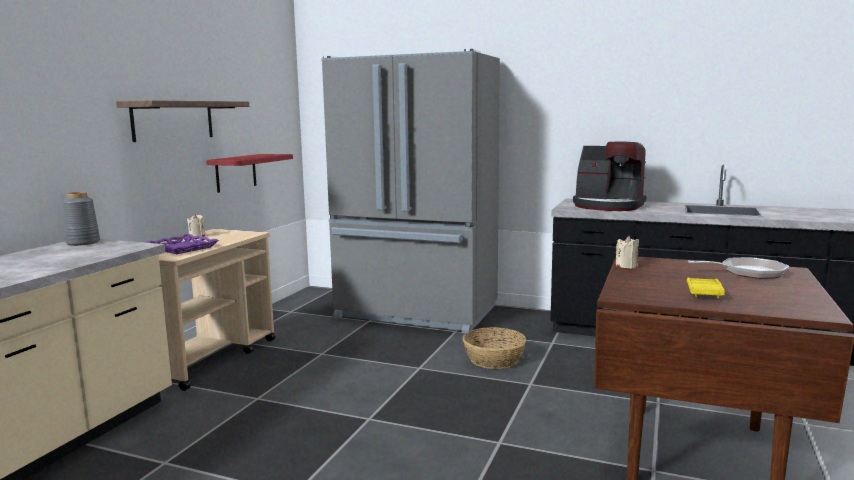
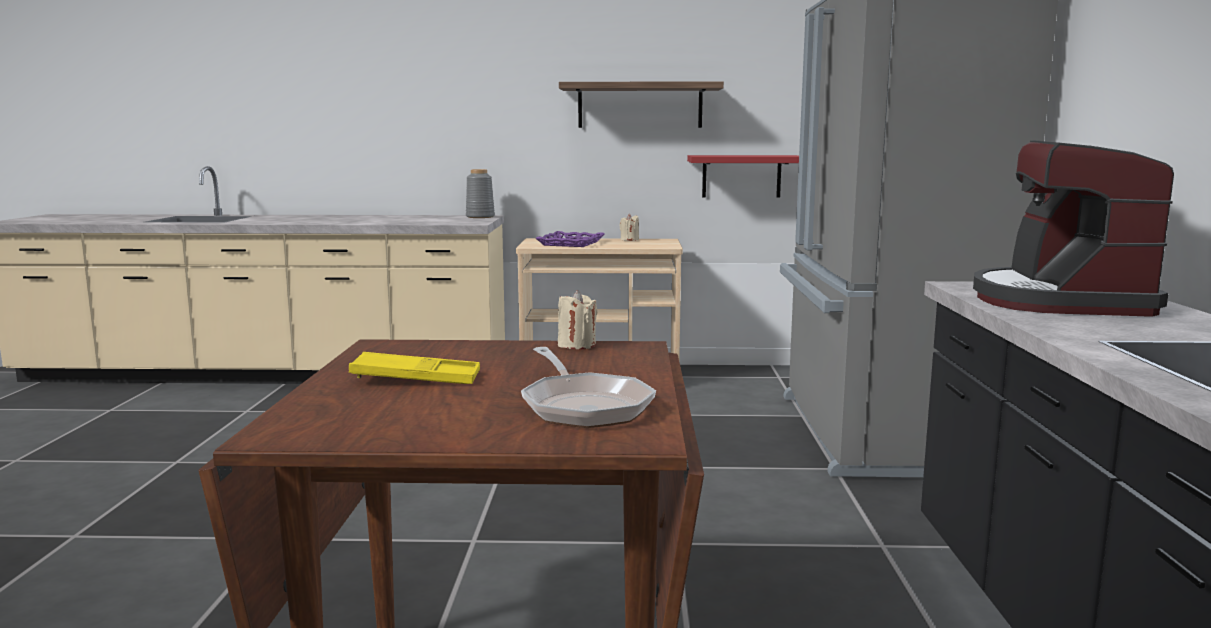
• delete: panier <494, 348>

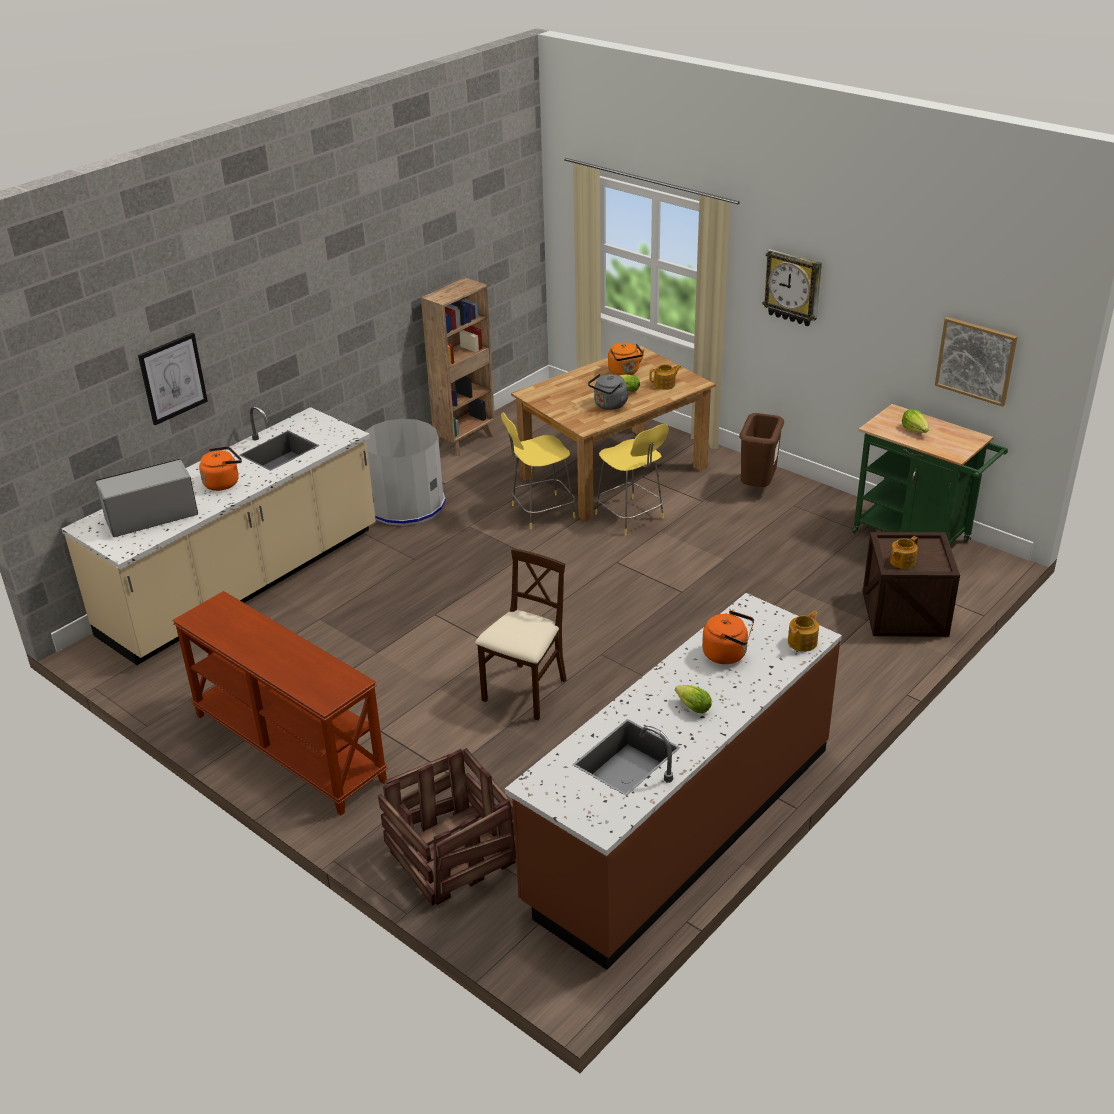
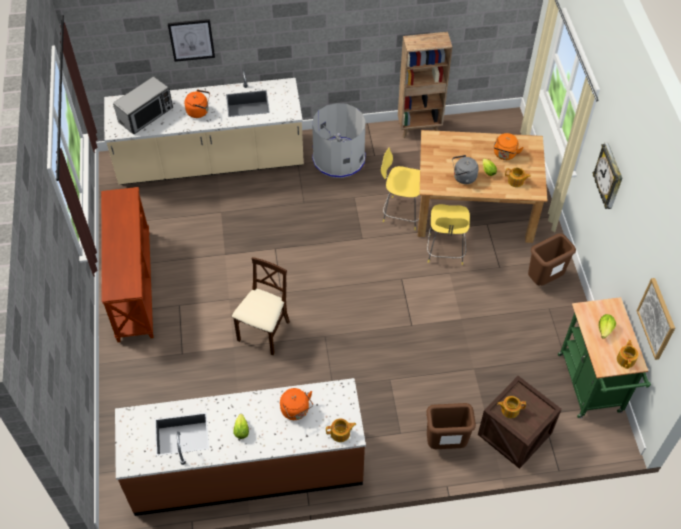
• rotate: micro-ondes <147, 498> = <143, 105> 120 degrees clockwise
• rotate: chaise (beige) <520, 634> = <261, 306> 45 degrees counterclockwise
• delete: caisse <447, 827>
• insert: théière <627, 354>
• insert: poubelle (marron) <451, 426>

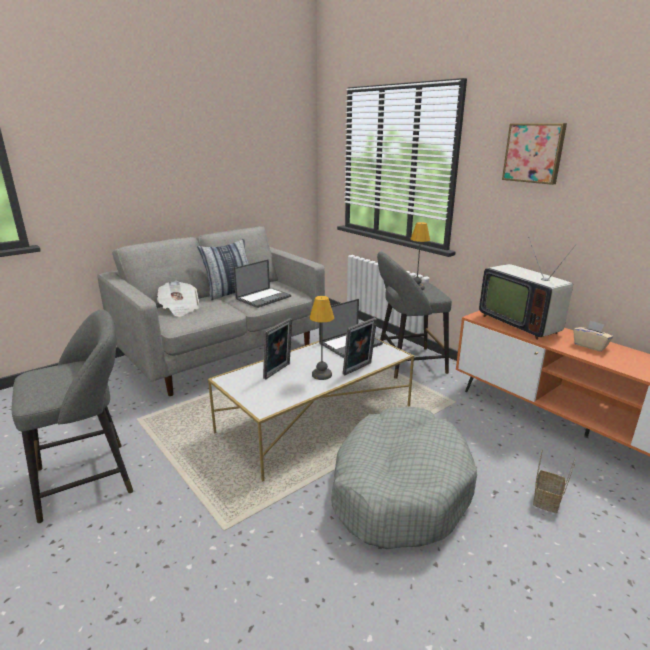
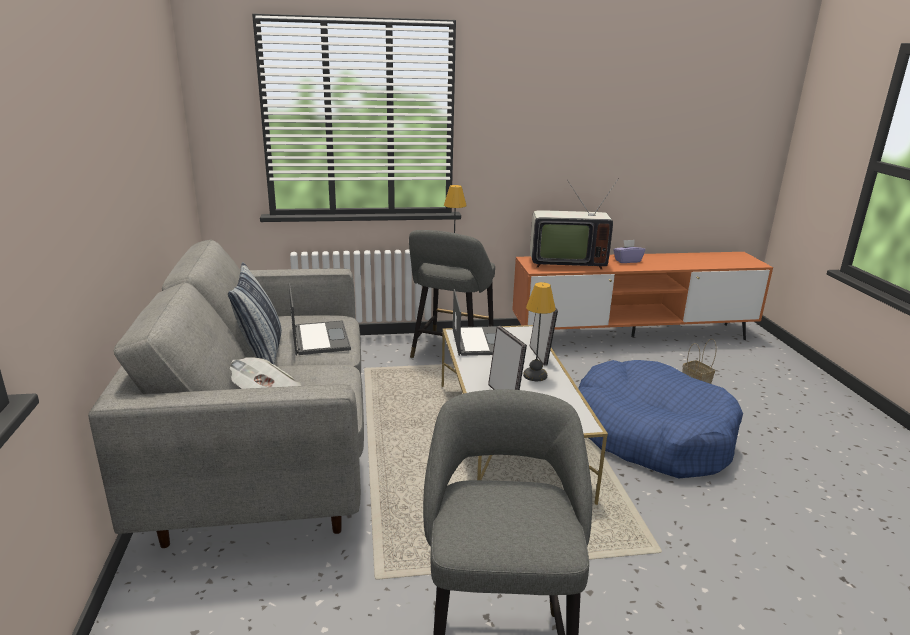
• delete: tableau <534, 154>
• recolor: boîte à mouchoirs (beige) <593, 336> to boîte à mouchoirs (violet) <629, 251>
• recolor: panier pour chien (gris) <404, 478> to panier pour chien (bleu) <660, 419>

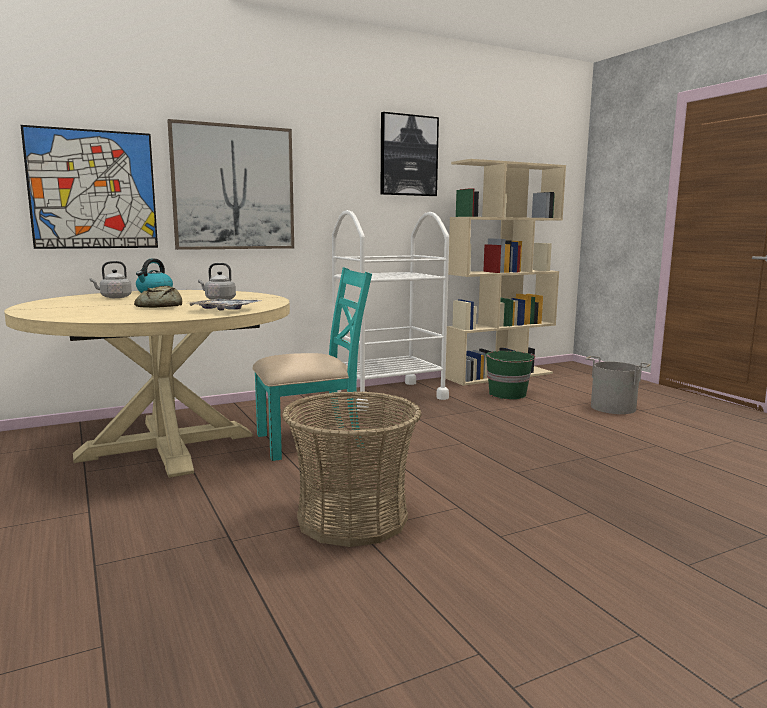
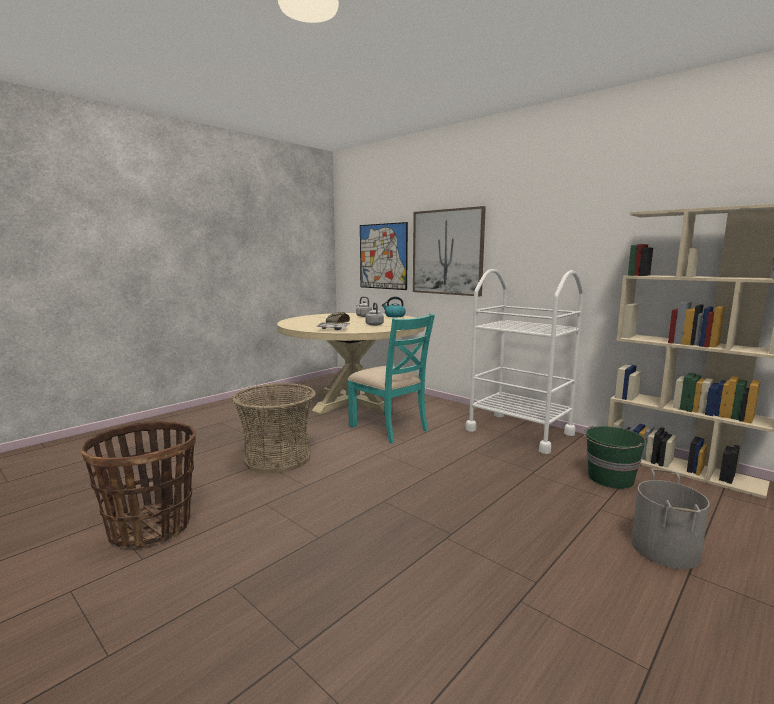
• delete: tableau <410, 154>
• insert: panier <138, 484>

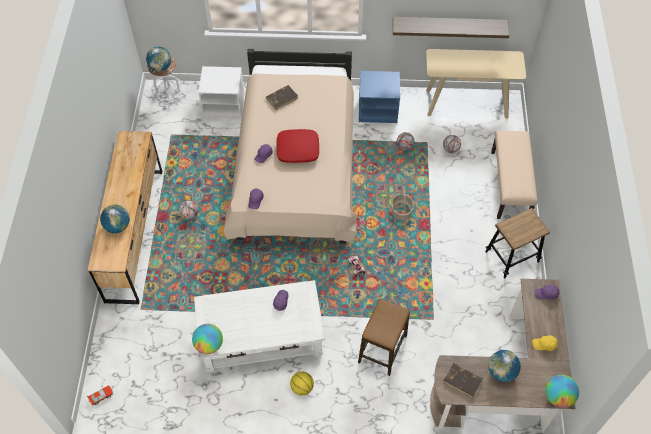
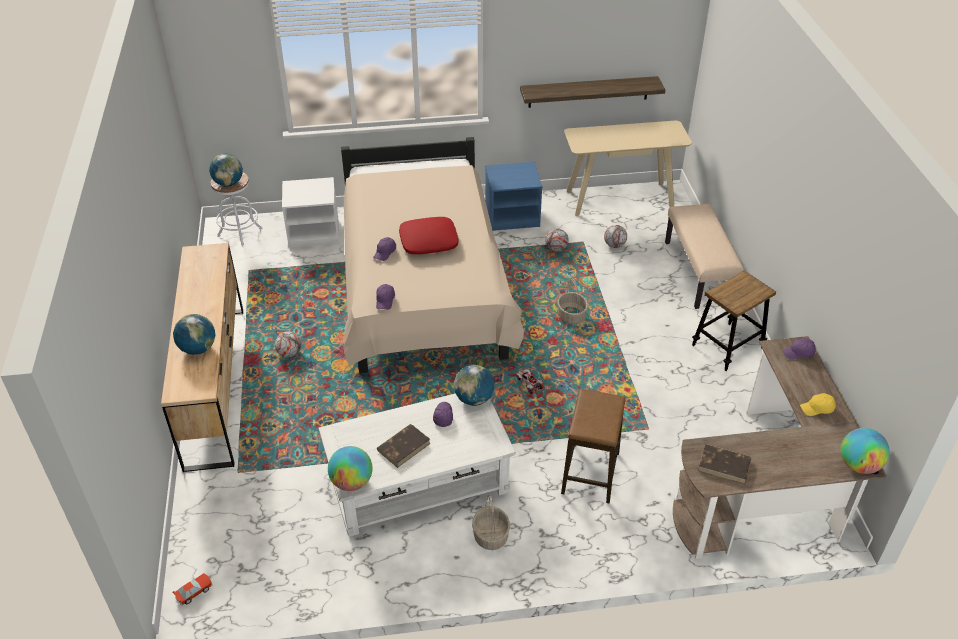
• move: livre (marron) <282, 97> to <403, 446>
• move: globe <504, 366> to <474, 385>
• replace: ballon de basket <302, 383> to panier <491, 522>

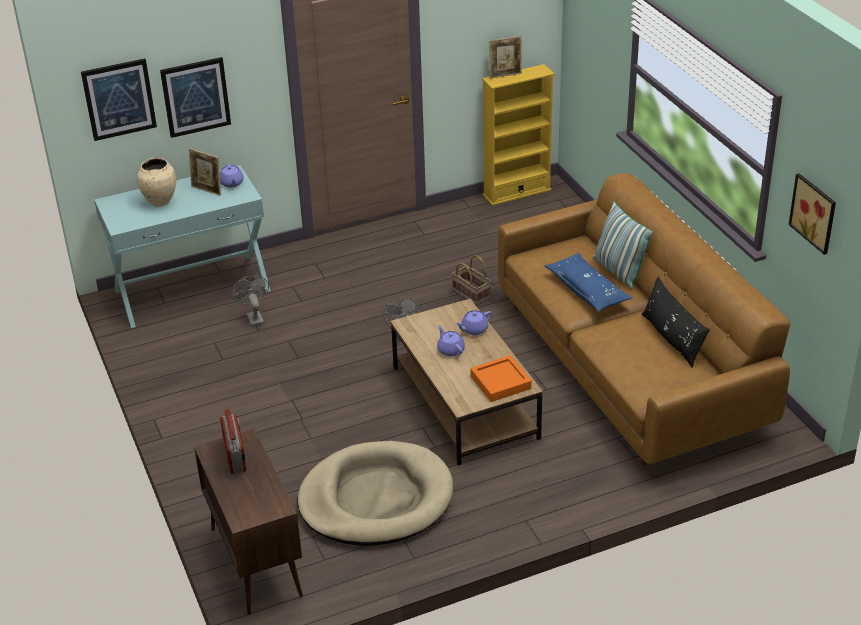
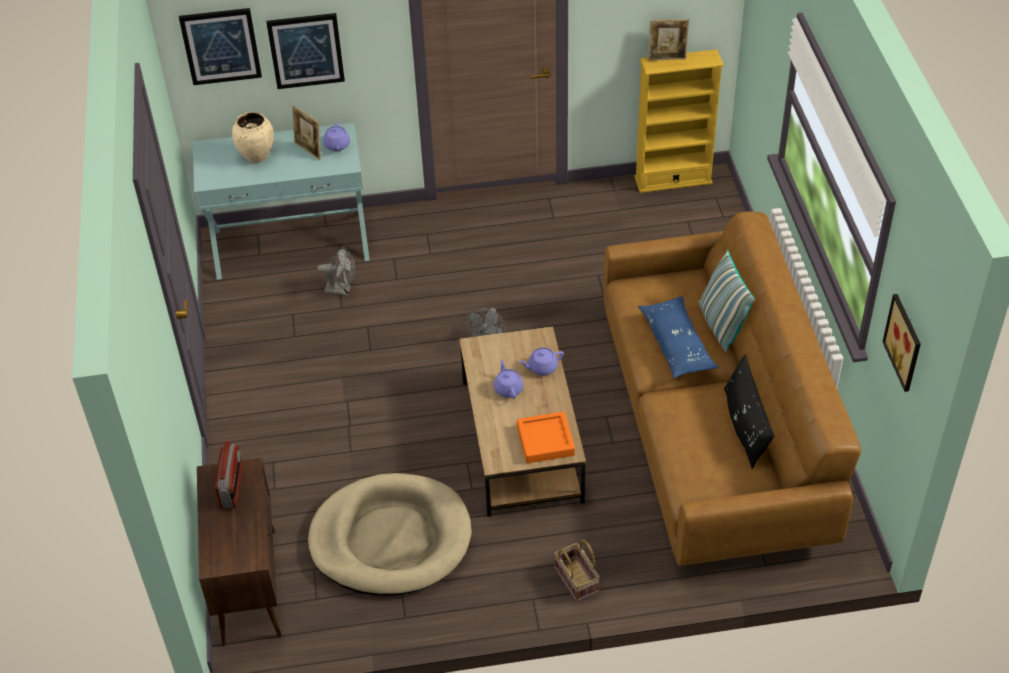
• move: panier <471, 280> to <577, 570>
• rotate: ventilateur (gris) <250, 301> = <336, 271> 105 degrees clockwise

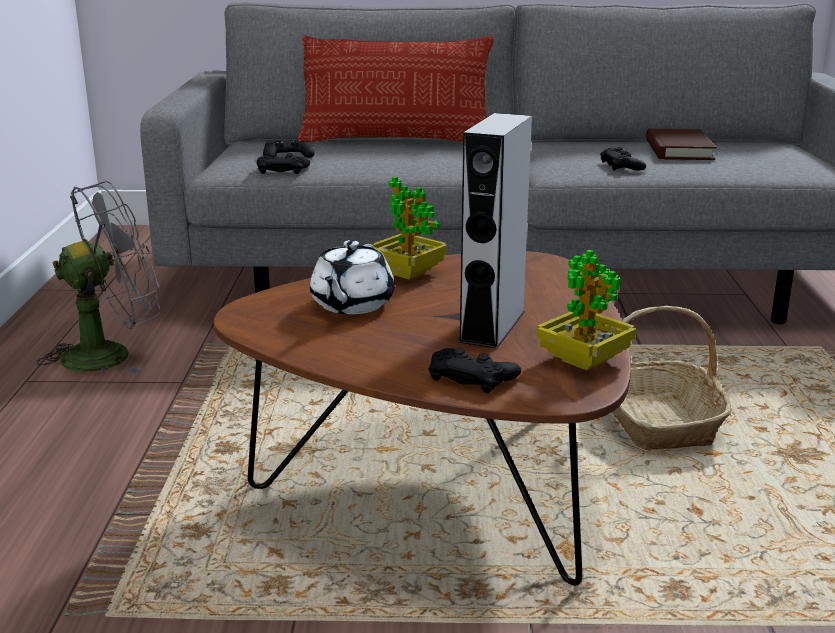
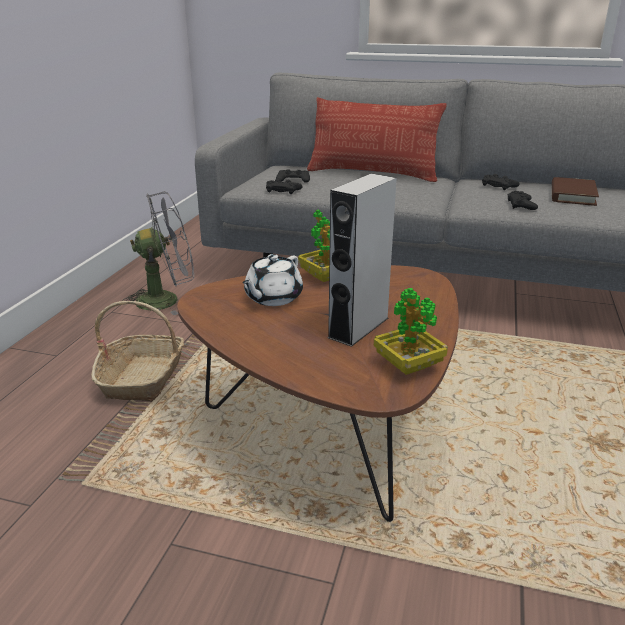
• move: panier <671, 378> to <137, 351>
• move: manette (noir) <475, 371> to <501, 182>

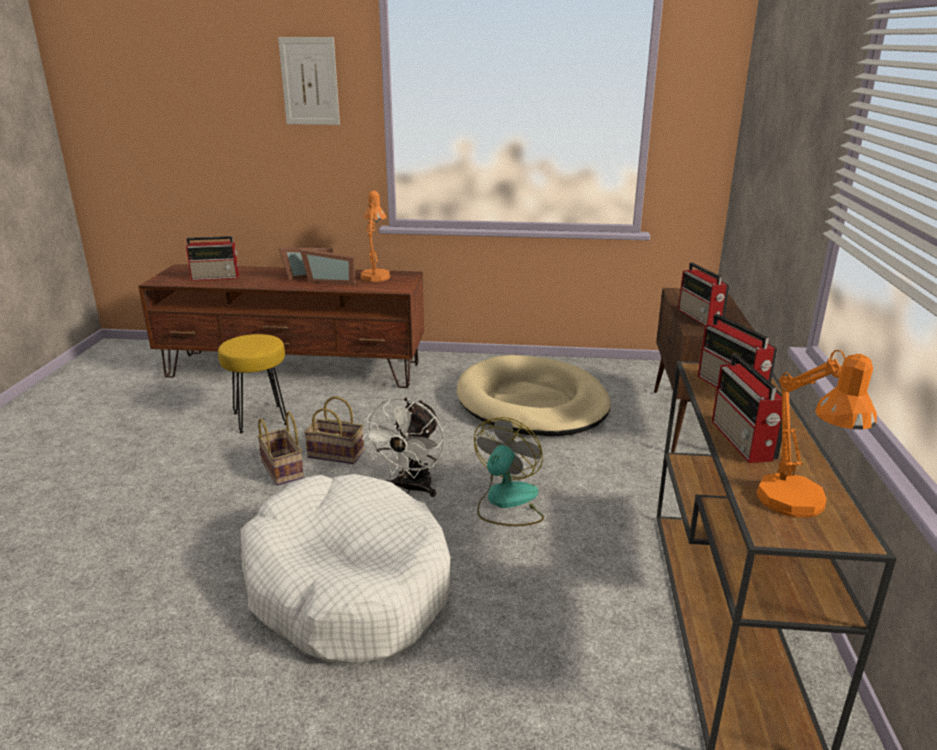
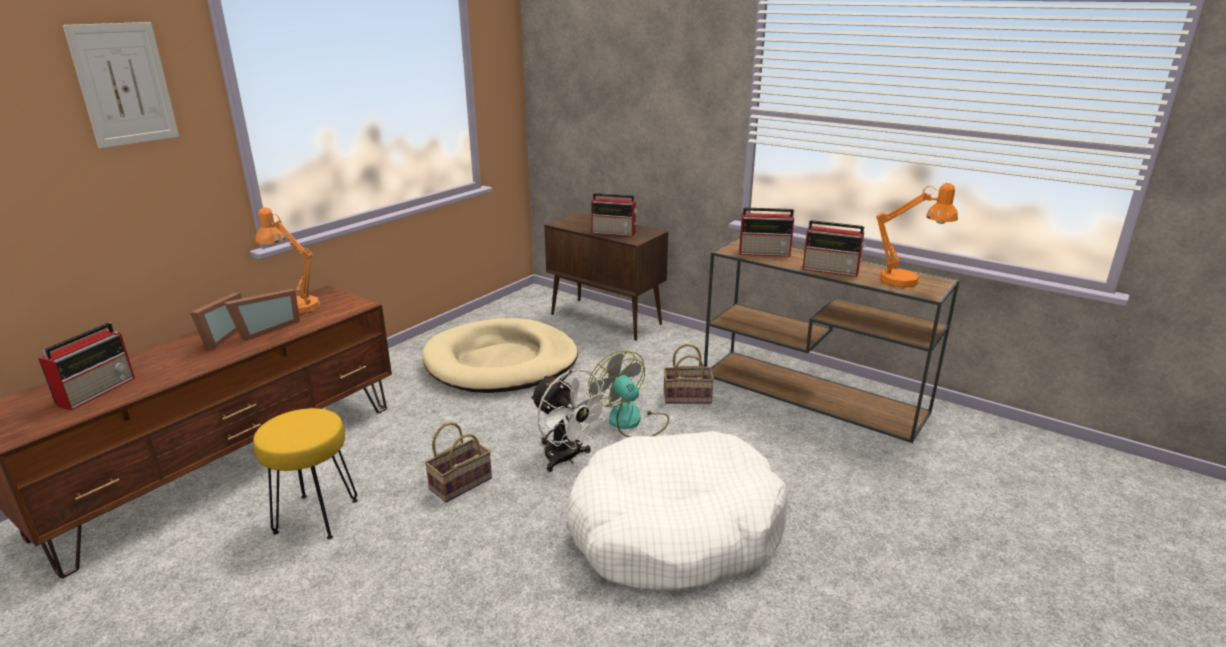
• move: panier <280, 449> to <689, 374>

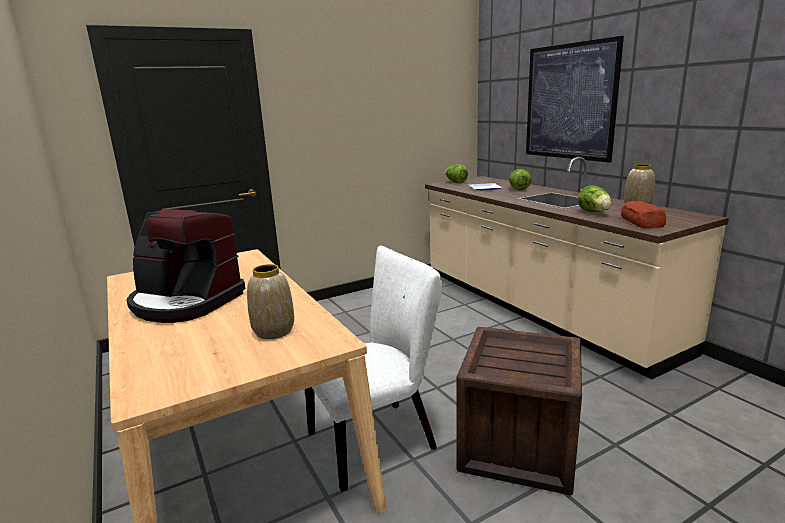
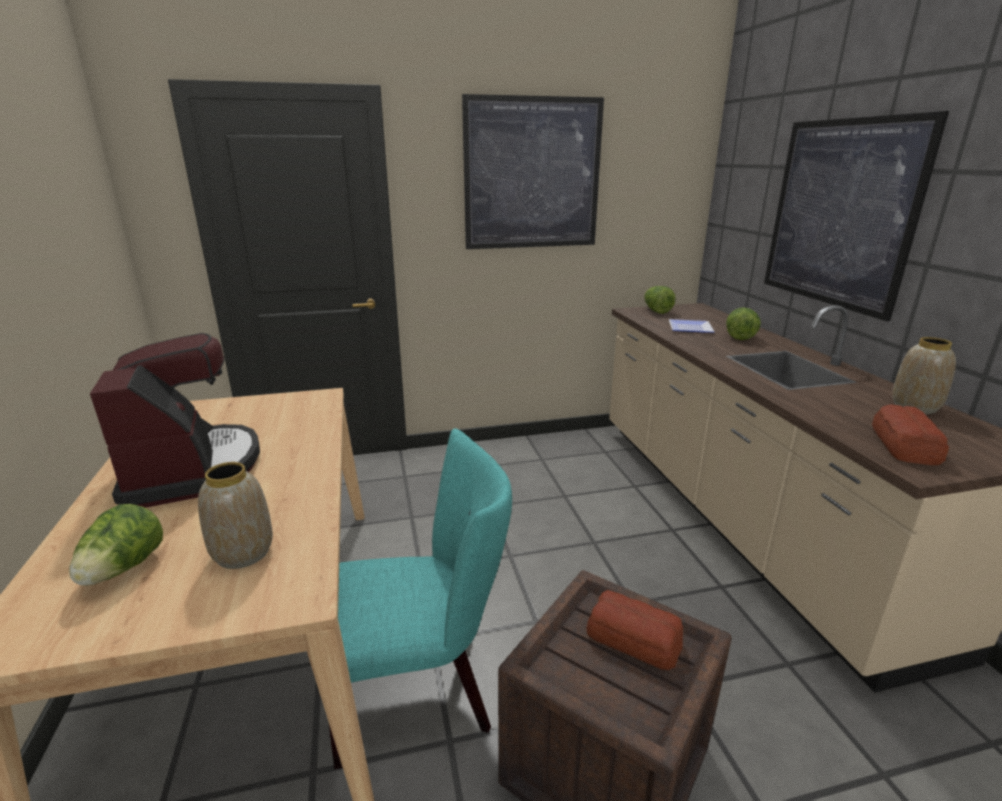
• move: laitue <595, 198> to <116, 545>
• rotate: machine à café <186, 266> = <175, 420> 150 degrees counterclockwise
• recolor: chaise (blanc) <373, 369> to chaise (turquoise) <420, 598>
• insert: tableau <533, 171>
• insert: pain <634, 630>

